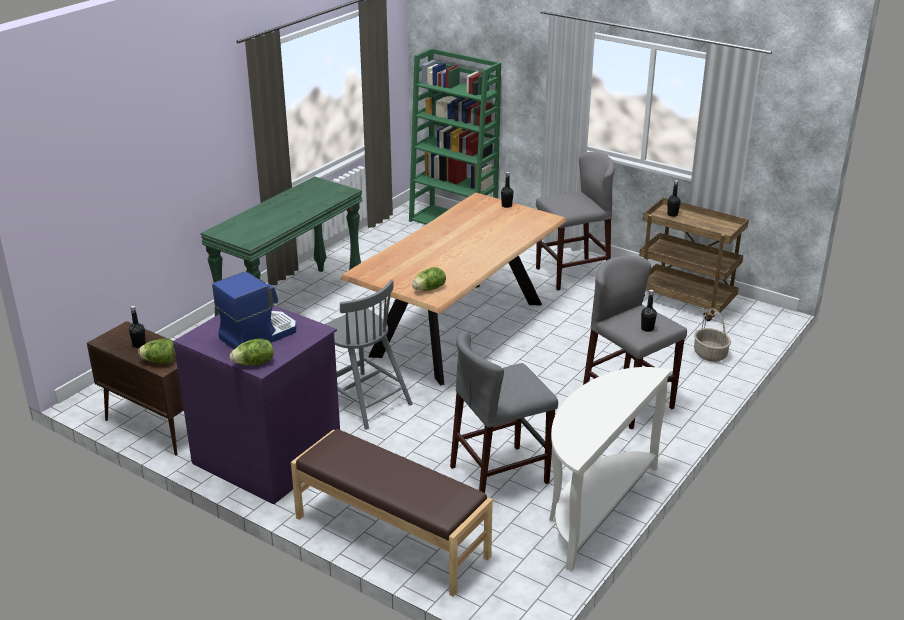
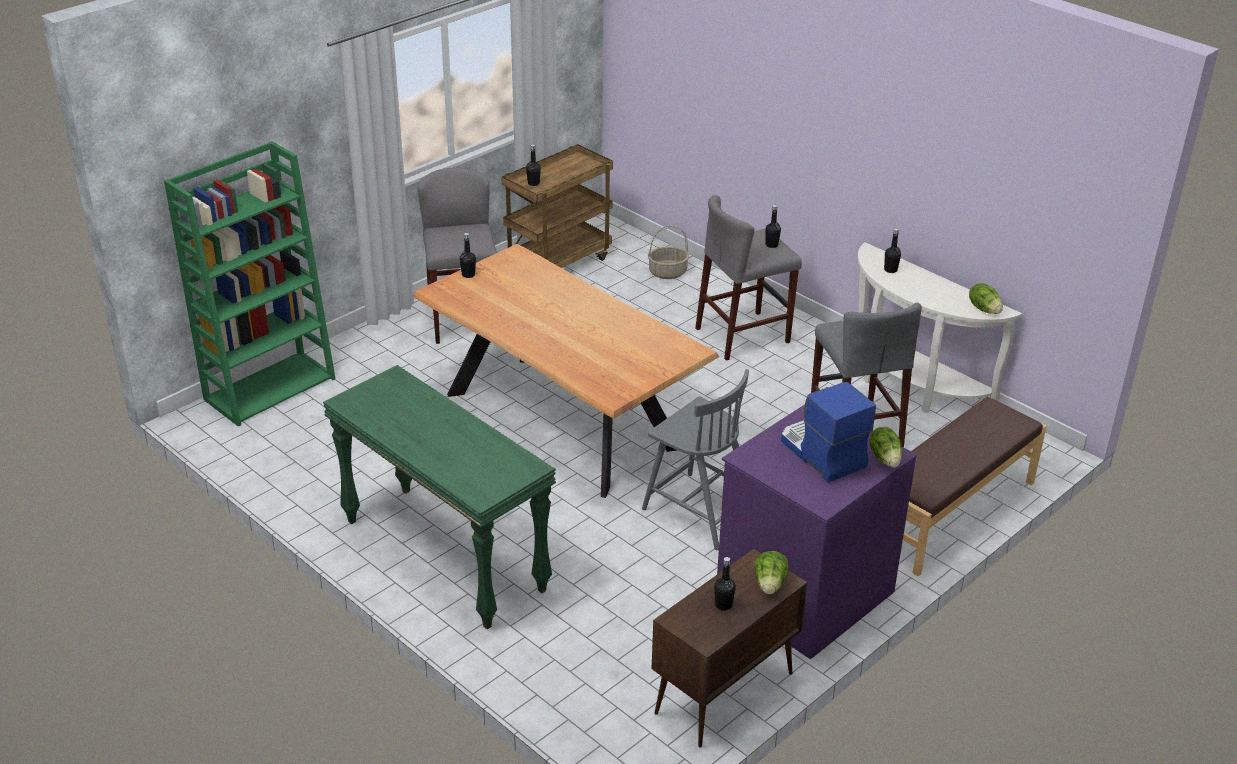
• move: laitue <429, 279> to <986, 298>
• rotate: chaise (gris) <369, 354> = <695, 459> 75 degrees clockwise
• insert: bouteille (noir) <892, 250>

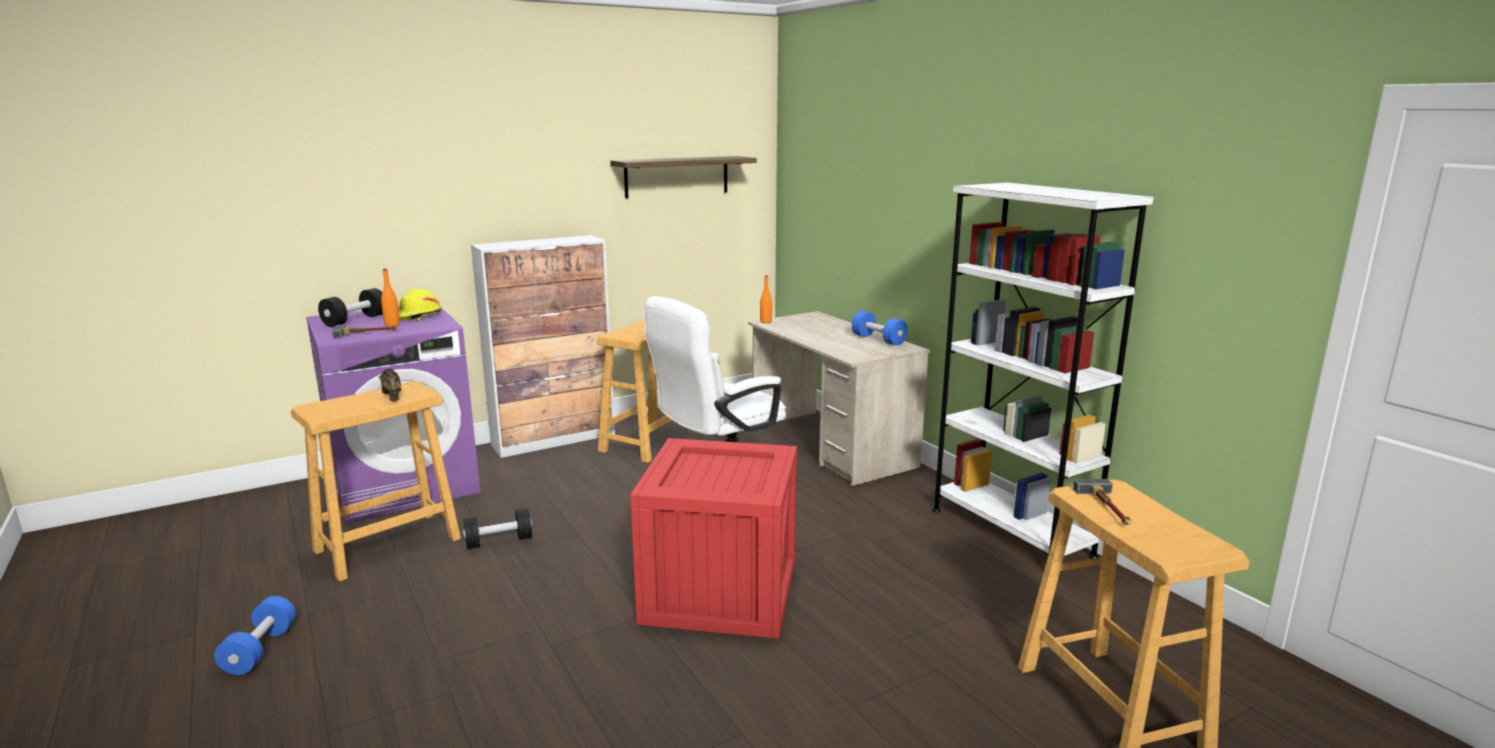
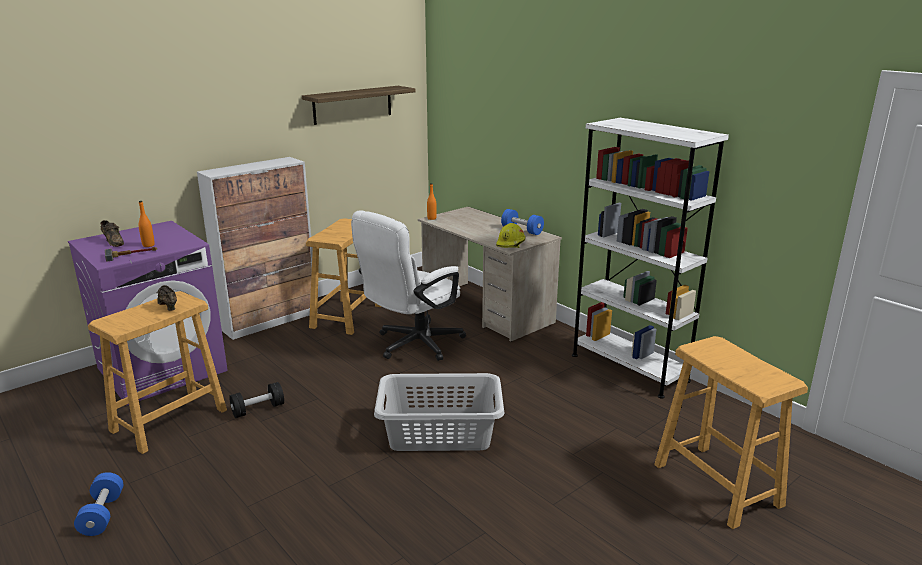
• replace: haltère (noir) <350, 307> to chaussure (marron) <112, 233>
• move: casque de chantier (jaune) <420, 304> to <510, 235>
• replace: caisse <713, 538> to panier à linge (gris) <439, 412>
• delete: marteau <1102, 502>

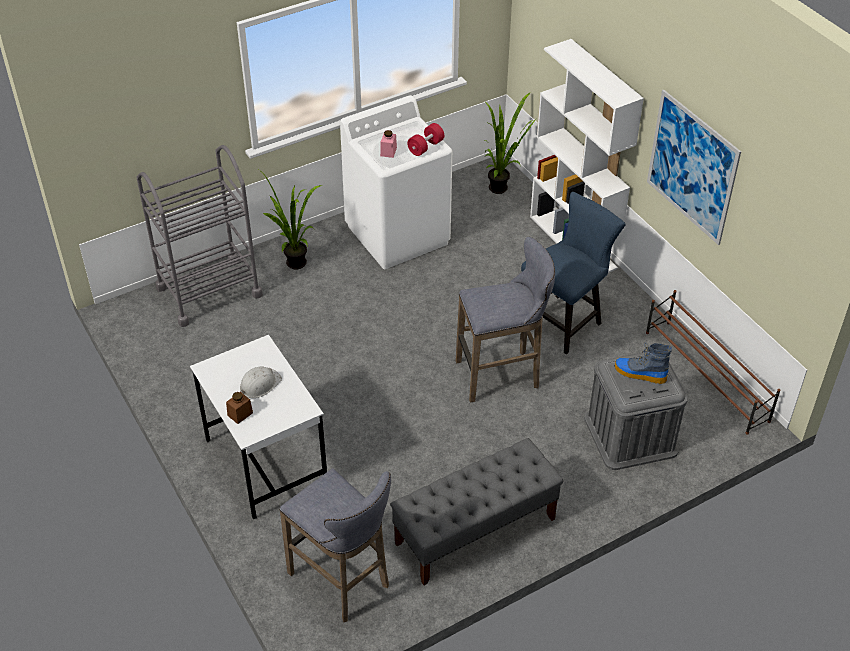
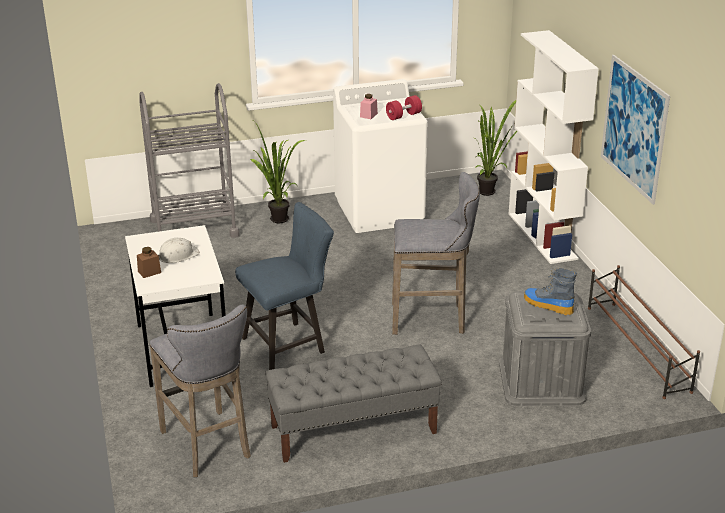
• move: chaise (bleu) <573, 273> to <284, 286>

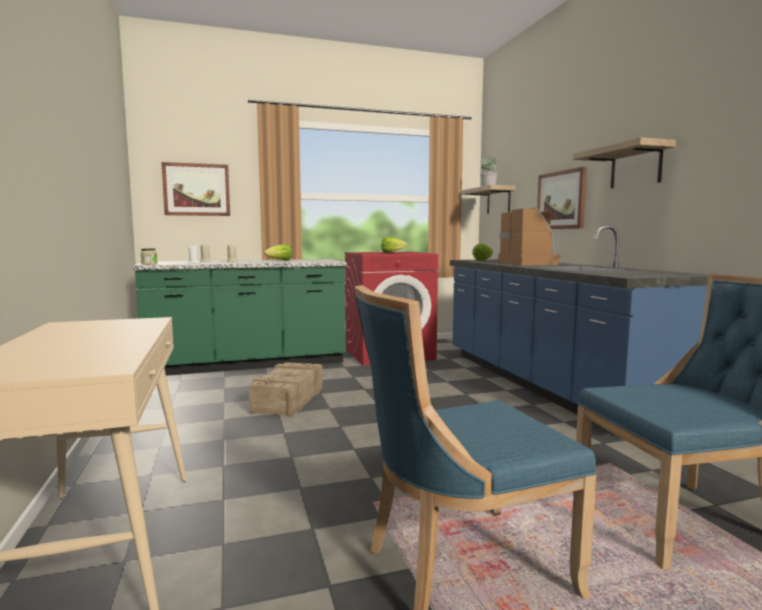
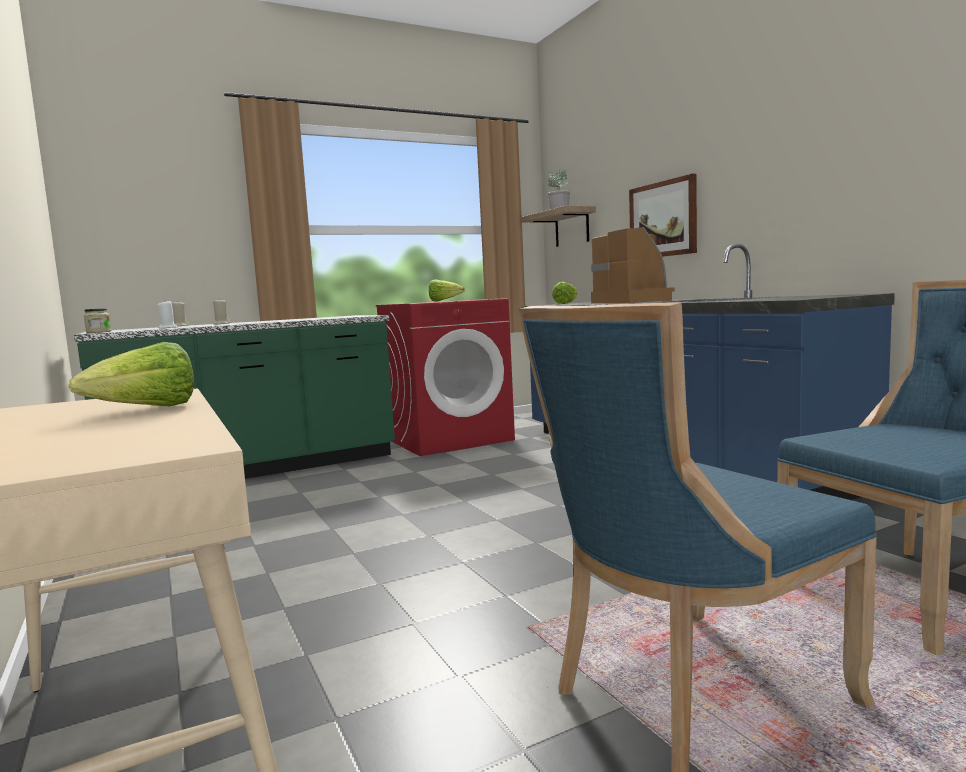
• delete: étagère <624, 162>
• delete: tableau <196, 189>
• move: laitue <278, 252> to <131, 374>
• delete: caisse <286, 389>

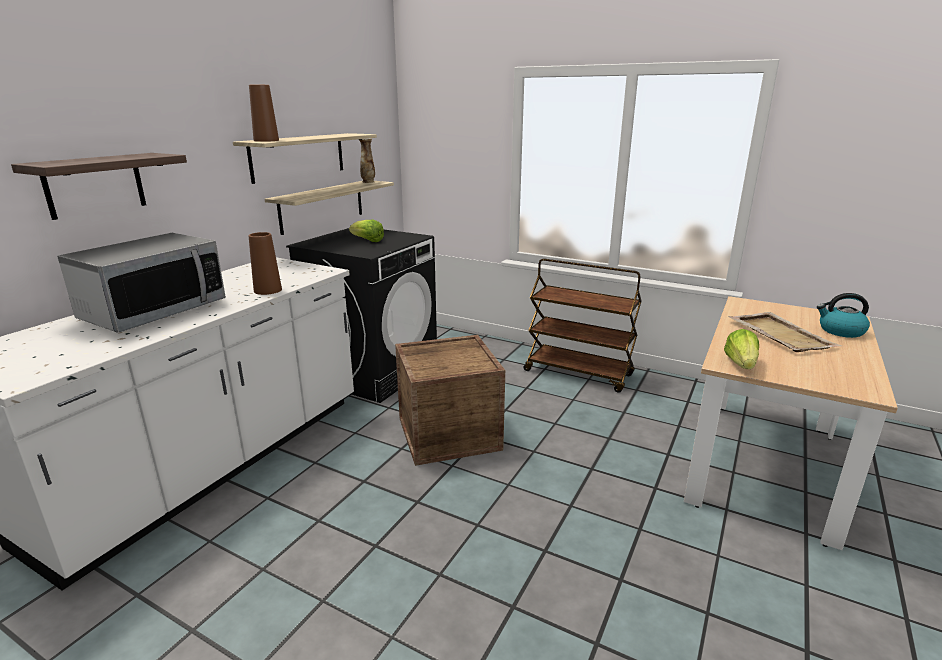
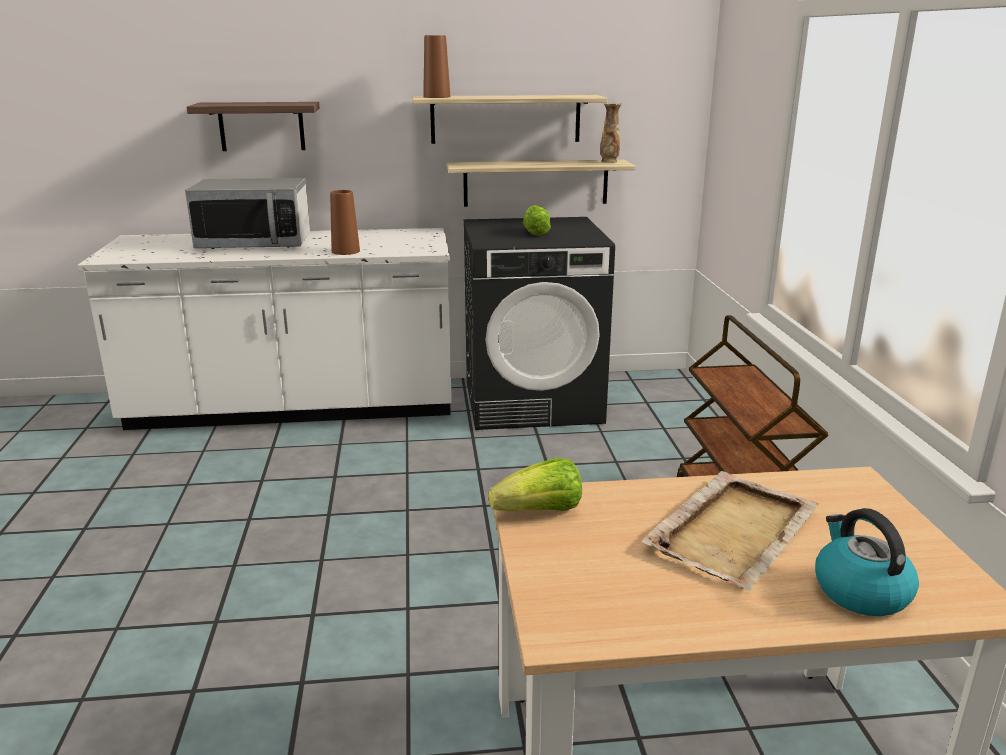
• delete: caisse <450, 400>

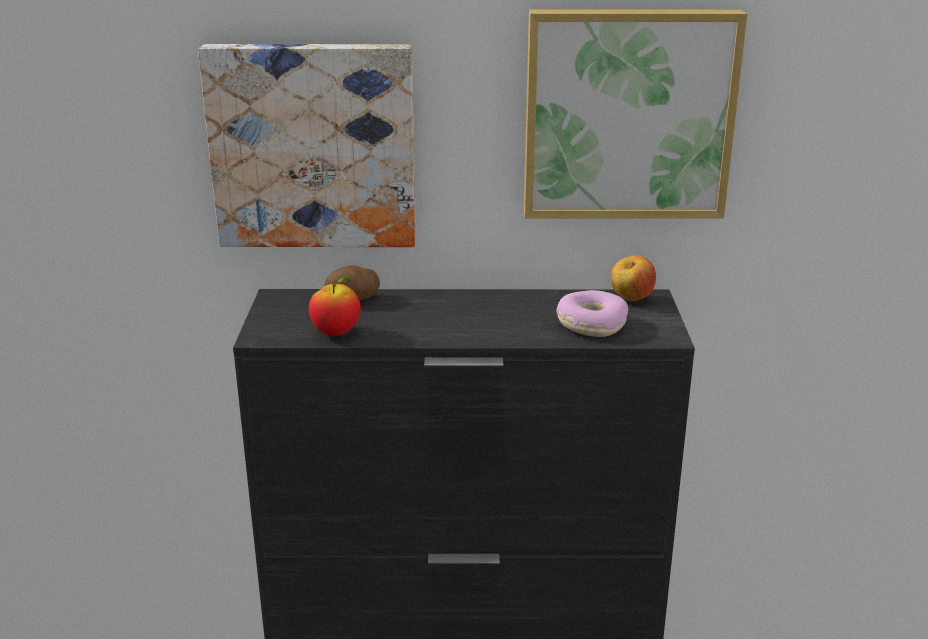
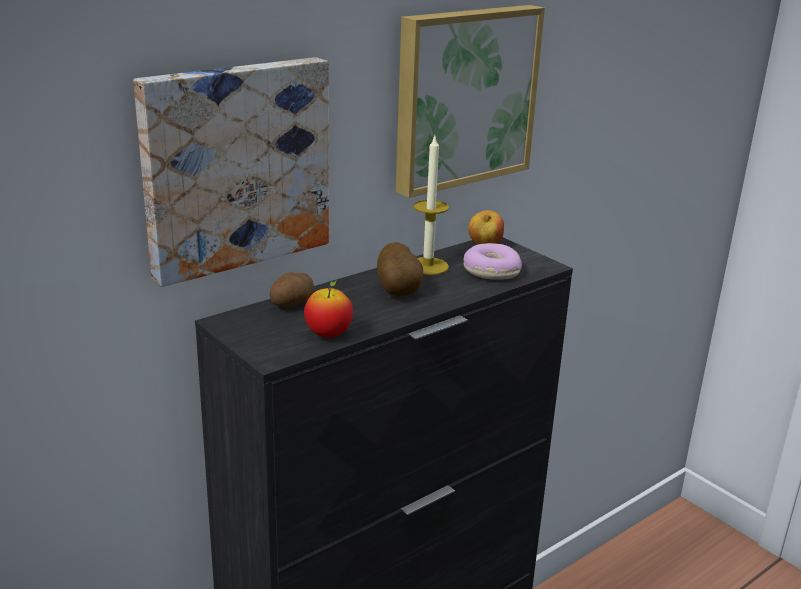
• insert: bougie <431, 206>
• insert: pomme de terre <400, 269>

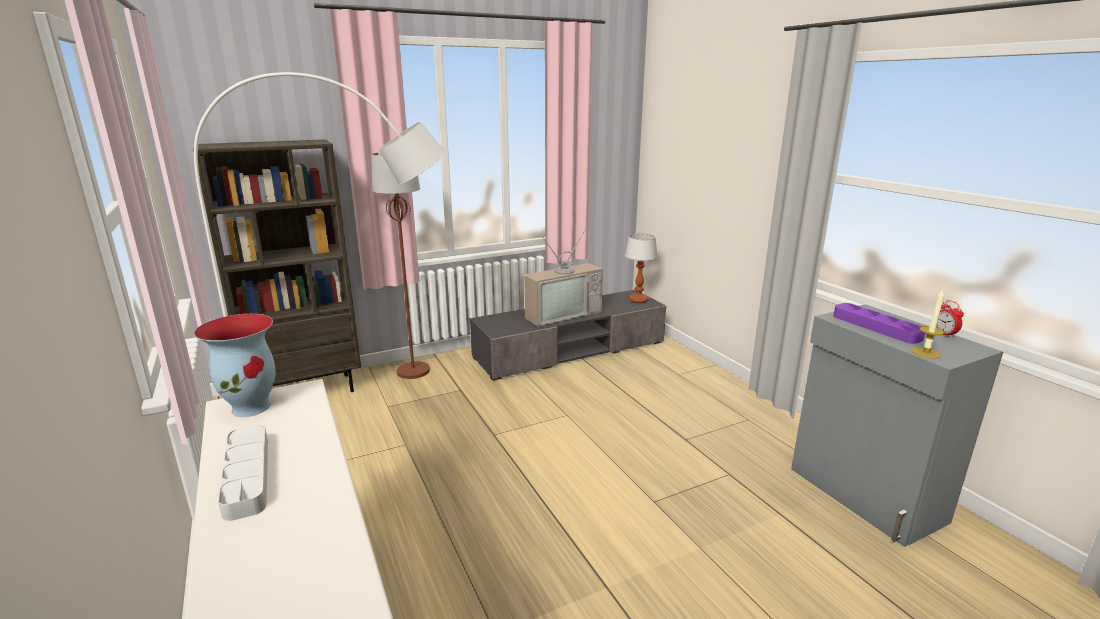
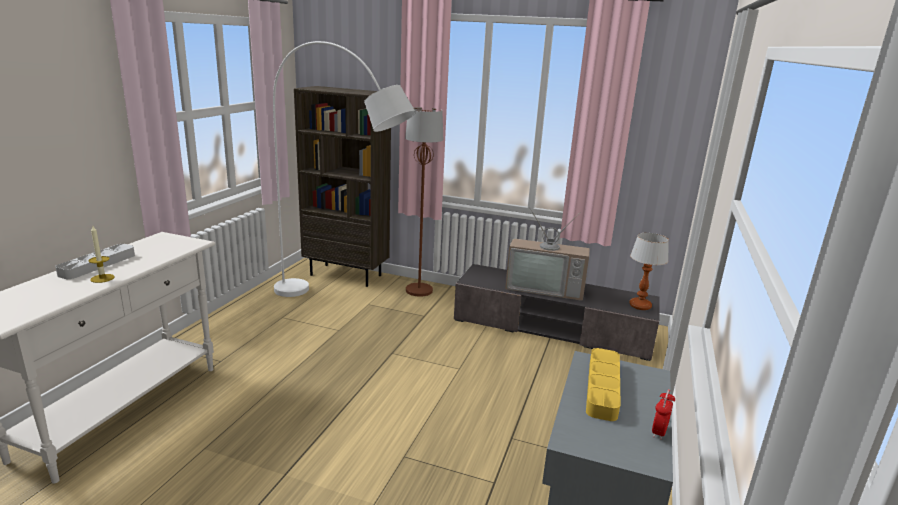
• move: bougie <928, 323> to <102, 254>
• recolor: plateau (violet) <879, 323> to plateau (jaune) <603, 384>
• delete: vase <235, 365>

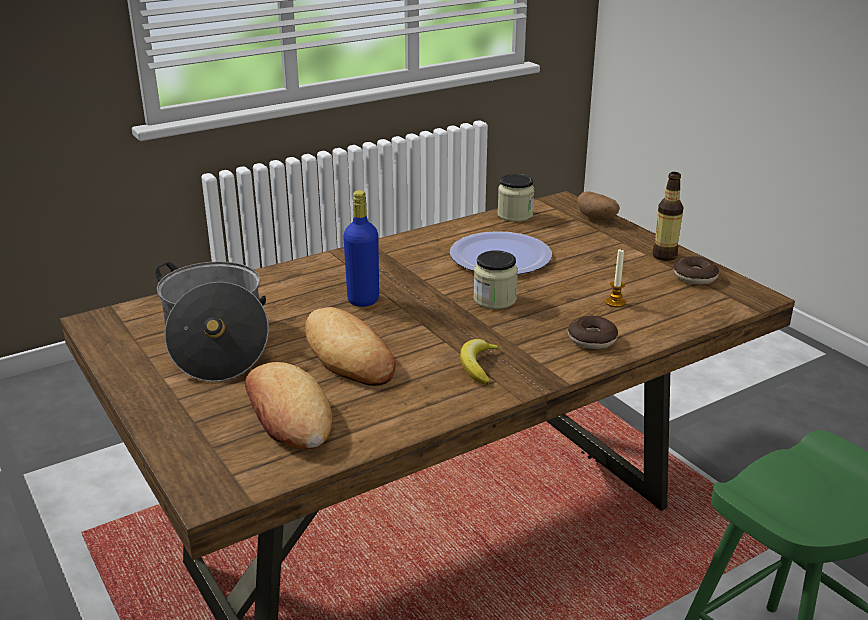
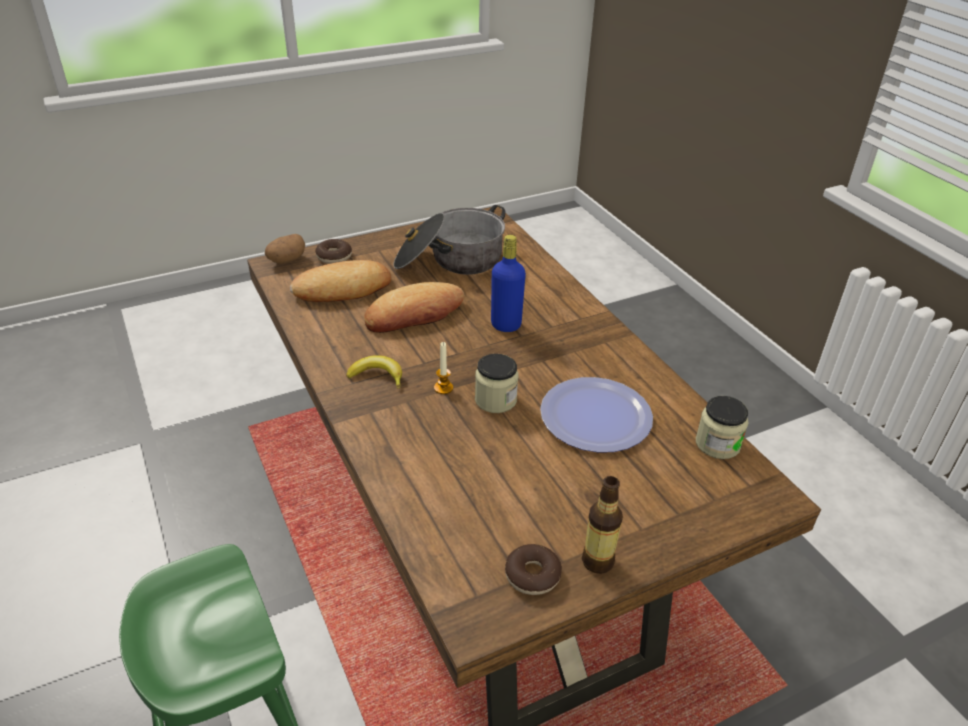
• move: pomme de terre <598, 206> to <285, 249>
• move: bougie <615, 278> to <443, 368>
• move: beignet <593, 332> to <333, 251>

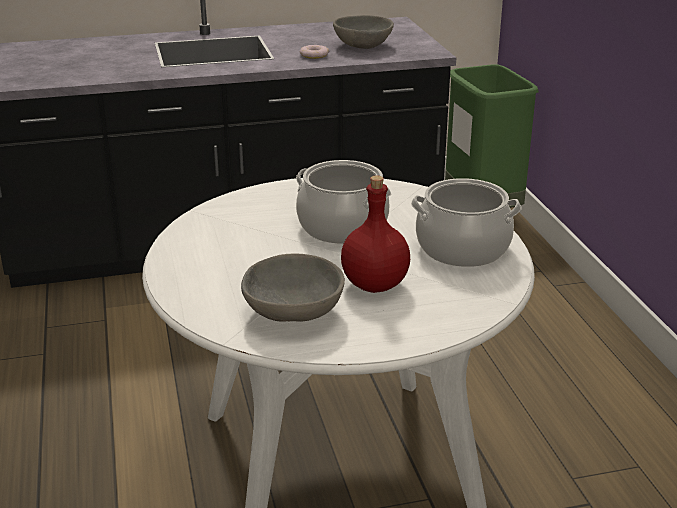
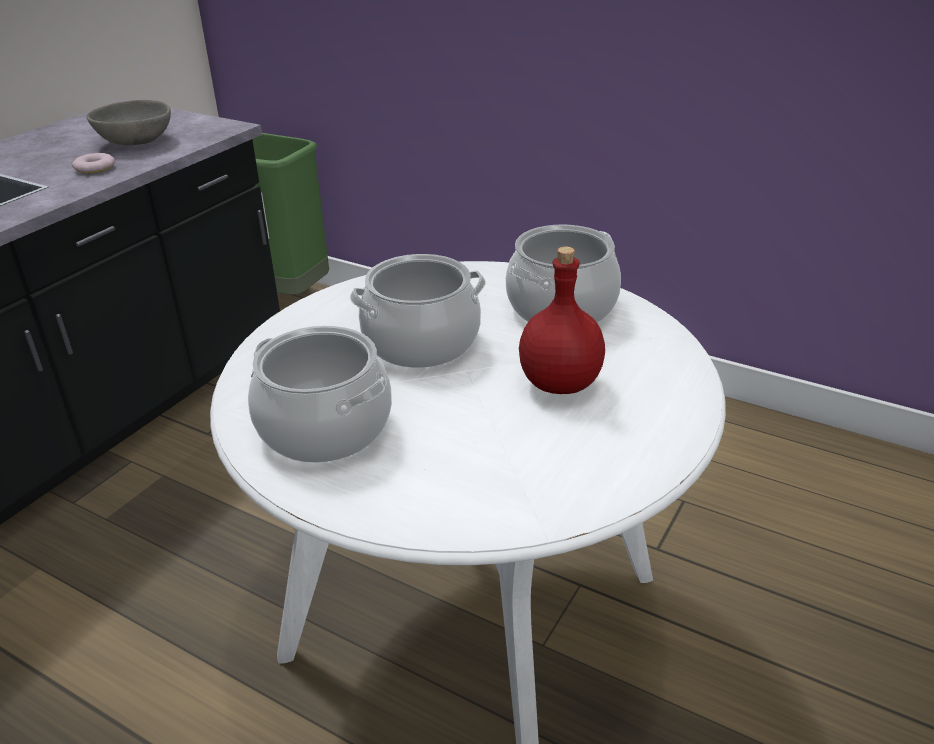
• delete: bol (gris) <293, 287>
• insert: marmite <320, 394>

